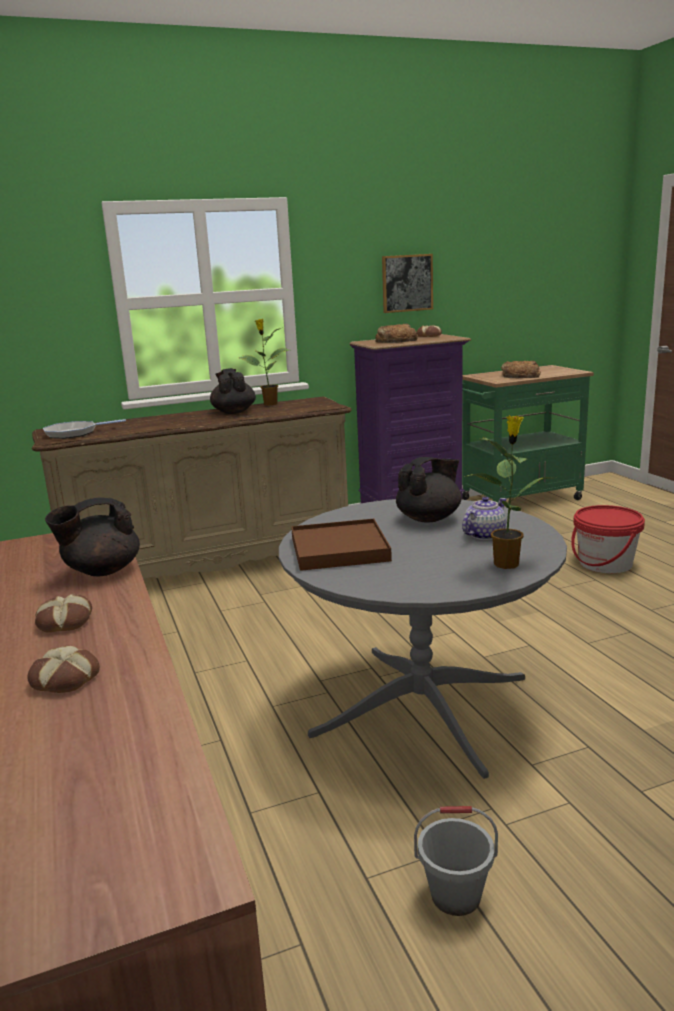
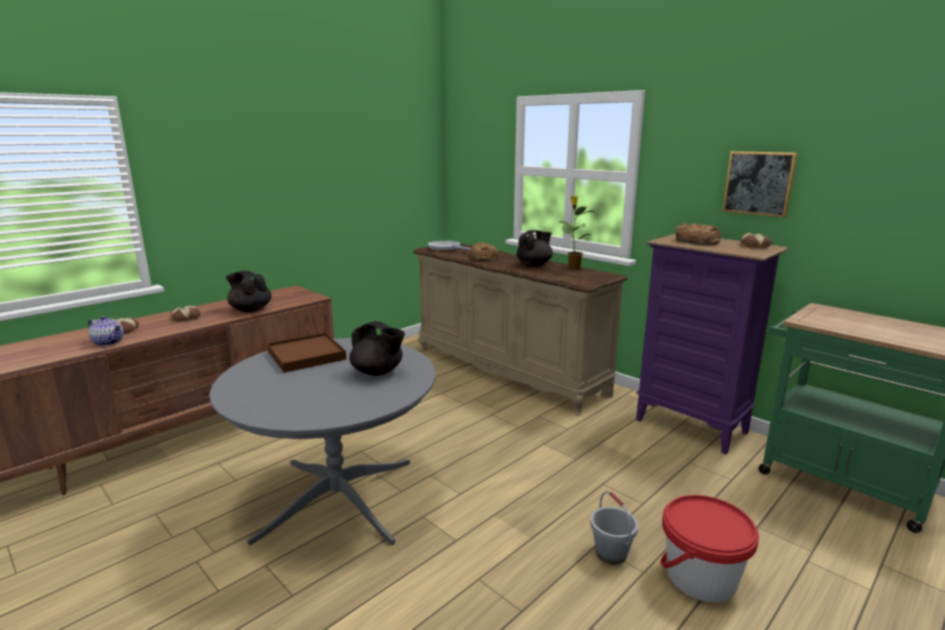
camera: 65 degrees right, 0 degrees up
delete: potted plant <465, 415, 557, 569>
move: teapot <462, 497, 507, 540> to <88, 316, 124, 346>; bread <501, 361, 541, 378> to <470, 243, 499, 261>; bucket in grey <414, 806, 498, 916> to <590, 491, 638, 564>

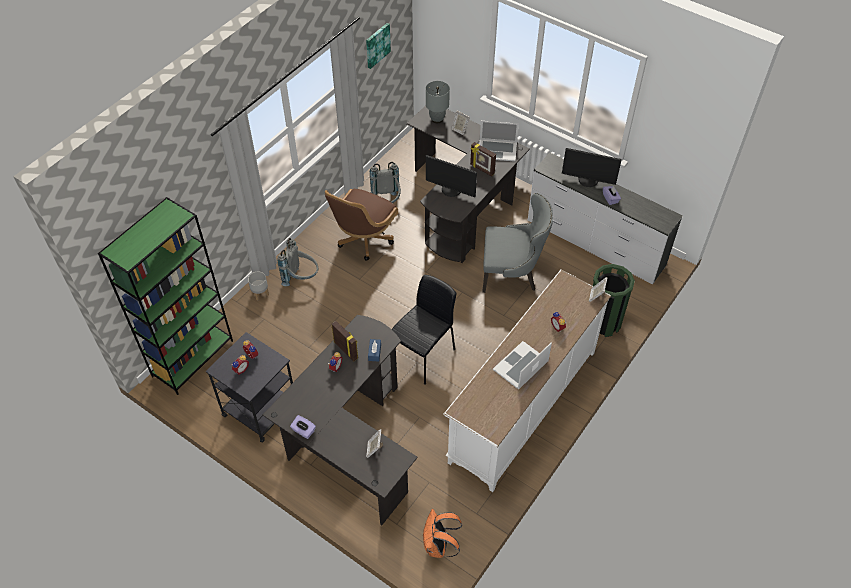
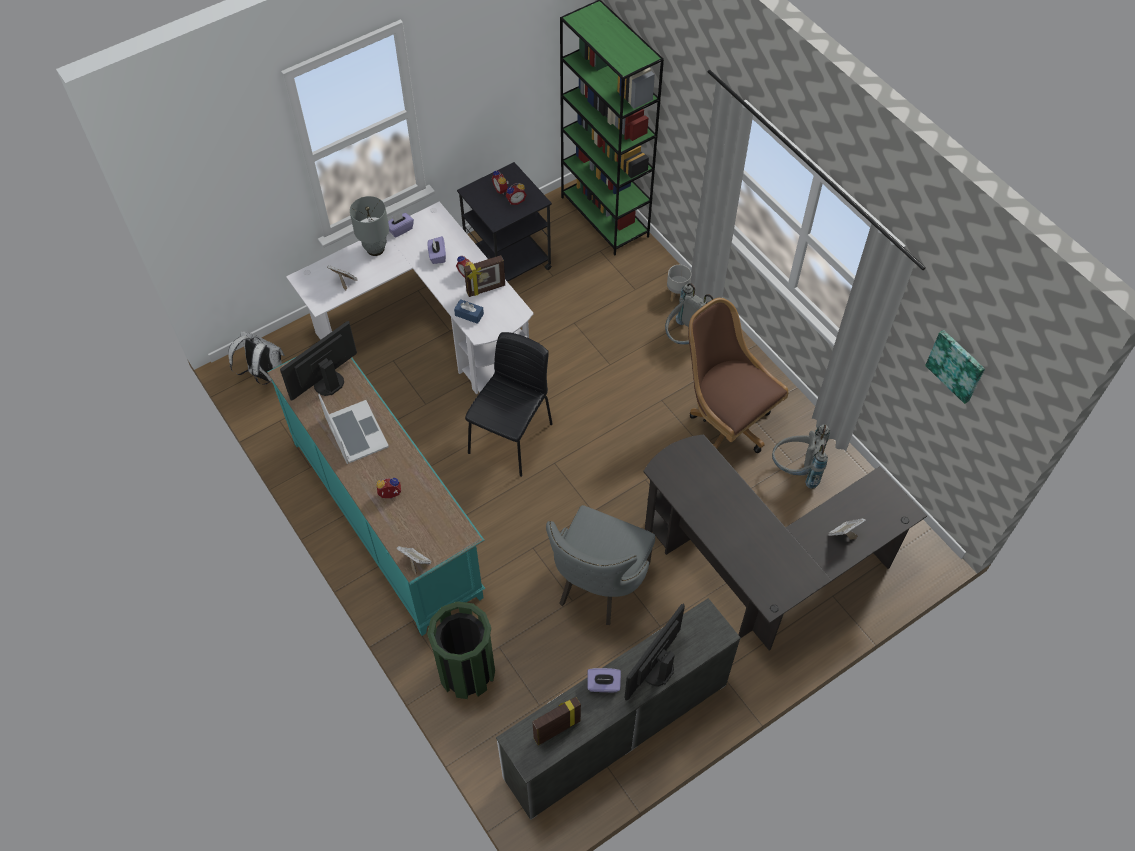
camera: 110 degrees right, 5 degrees up
delete: laptop <479, 121, 519, 162>
insert: tissue box in purple <428, 236, 446, 264>
move: monitor <426, 155, 477, 197> to <280, 321, 357, 401>; table lamp in grey <426, 81, 450, 123> to <350, 196, 389, 256>; picture frame <470, 142, 496, 177> to <532, 697, 581, 745>
recolor: backpack in orange <423, 509, 462, 558> to backpack in white <228, 331, 285, 385>; cabinet in white <443, 269, 611, 492> to cabinet in turquoise <267, 357, 485, 636>; desk in black <263, 315, 418, 525> to desk in white <286, 201, 534, 394>
rotate: chair in black <392, 275, 456, 385> = <465, 332, 553, 477> 120 degrees counterclockwise

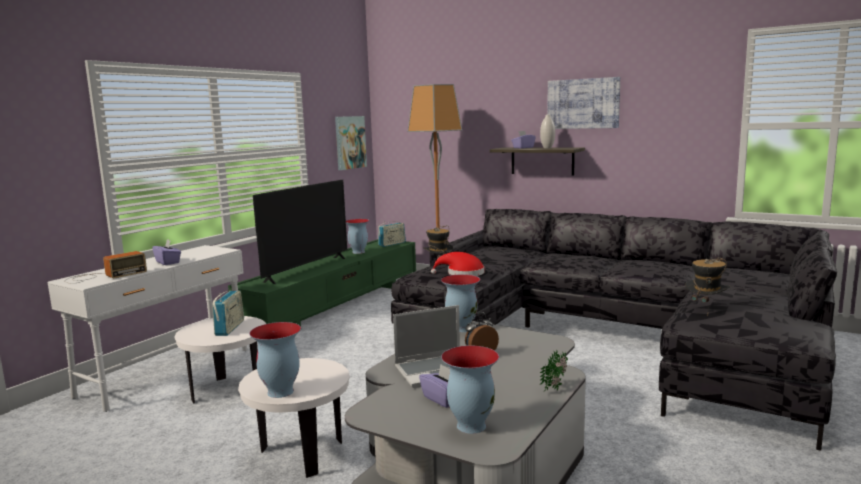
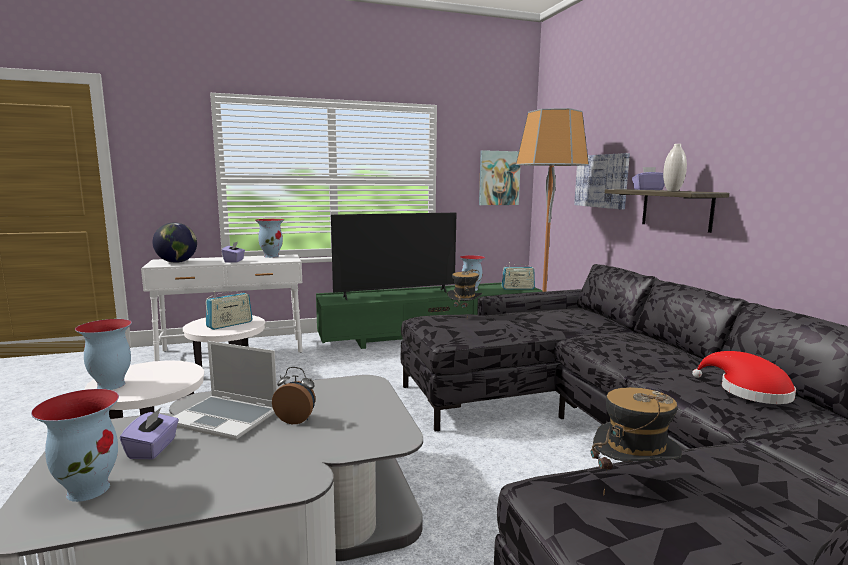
camera: 40 degrees right, 0 degrees up
delete: potted plant <540, 350, 568, 391>
move: vase <441, 274, 480, 332> to <255, 219, 284, 258>; picture <547, 77, 620, 129> to <574, 153, 630, 210>; hat in red <431, 252, 484, 276> to <692, 351, 796, 404>
replace: radio <64, 251, 147, 284> to globe <153, 223, 197, 263>

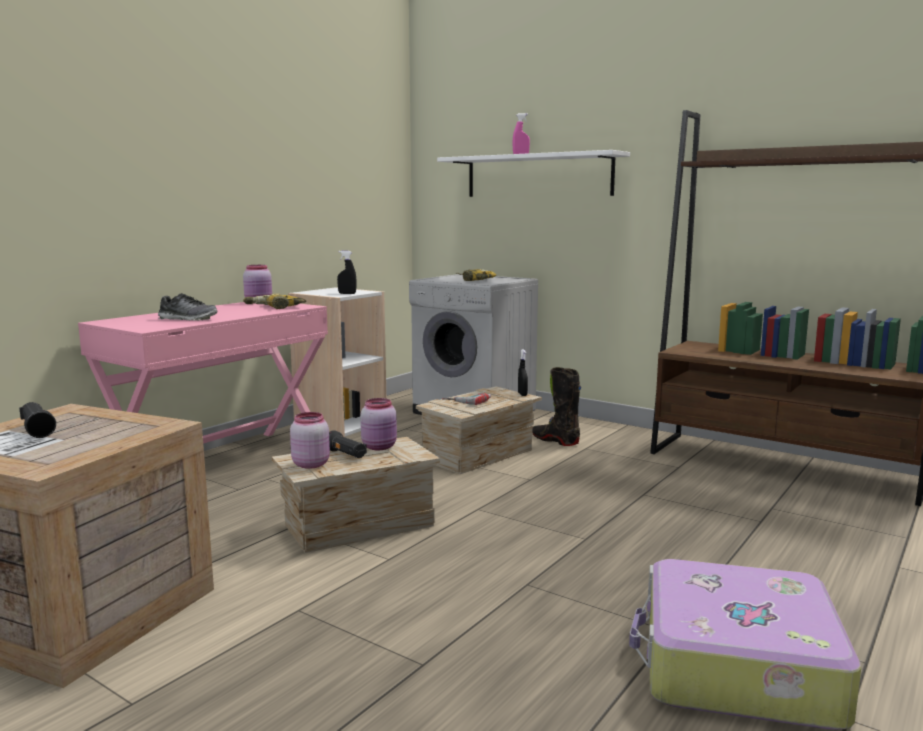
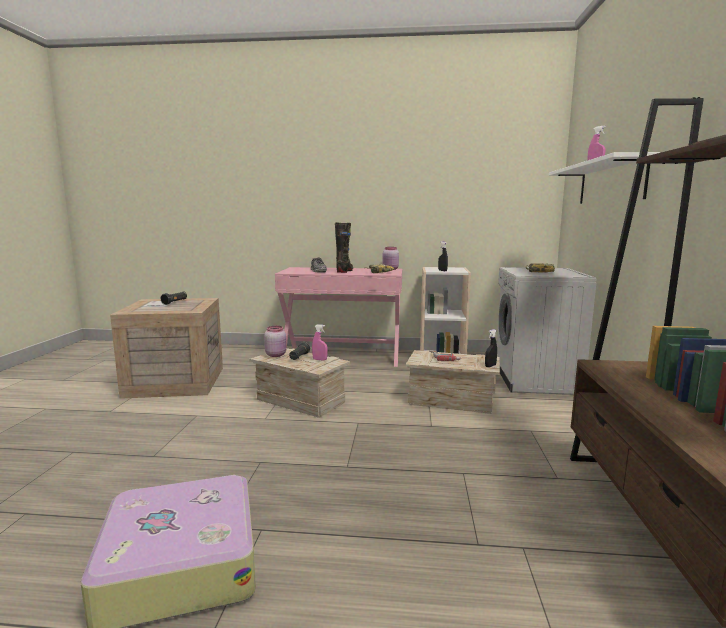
camera: 60 degrees right, 0 degrees up
move: boot in black <532, 367, 581, 446> to <335, 222, 353, 273>
replace: jar in pink <361, 398, 397, 450> to spray bottle in pink <312, 324, 328, 360>

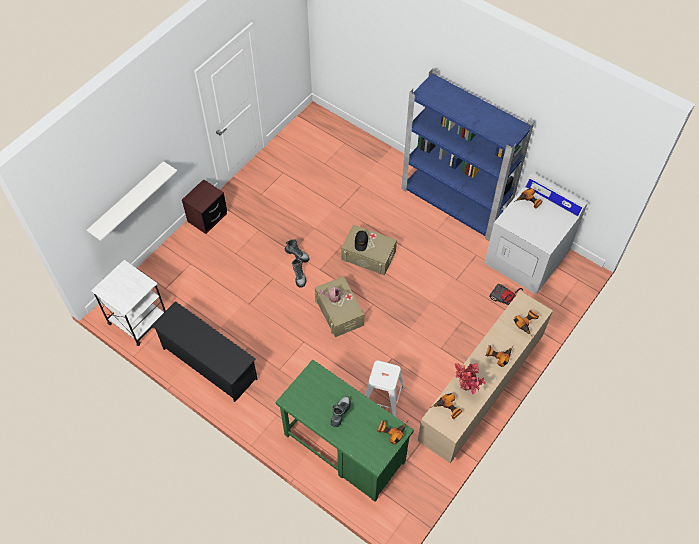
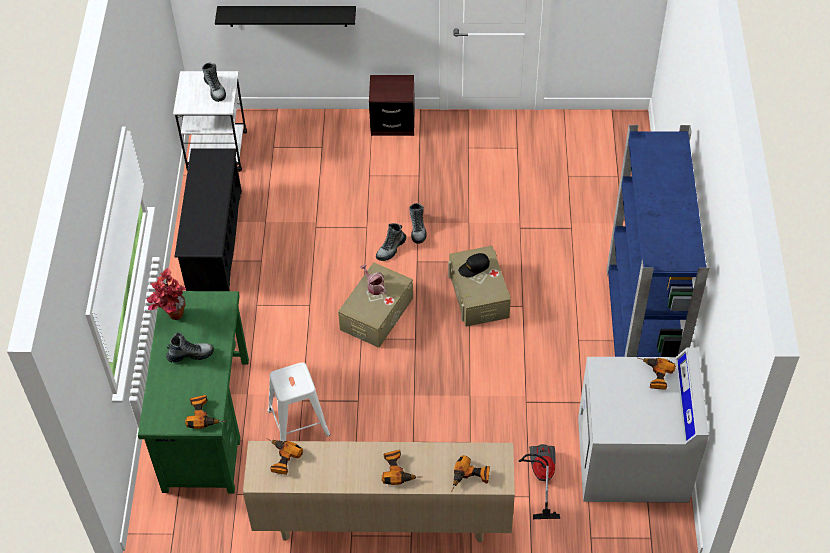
camera: 55 degrees right, 5 degrees down
insert: boot <202, 63, 226, 102>
move: potted plant <455, 363, 486, 394> to <146, 268, 186, 320>
recolor: shelf in white <87, 161, 177, 241> to shelf in black <215, 6, 356, 27>

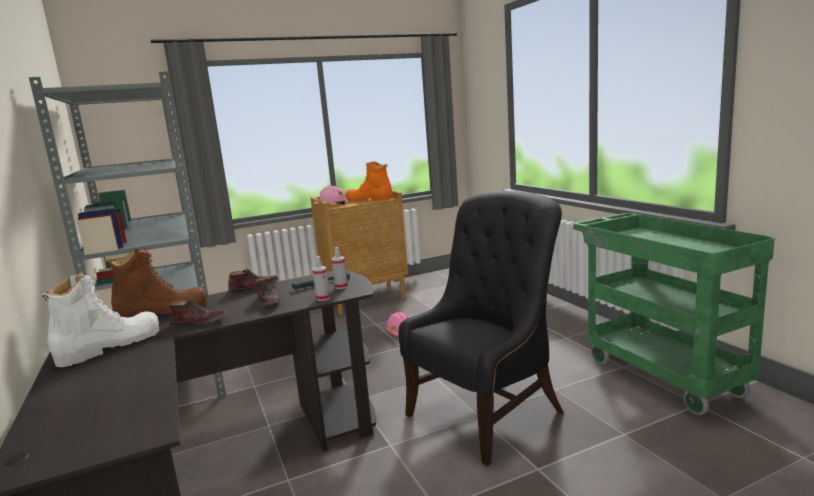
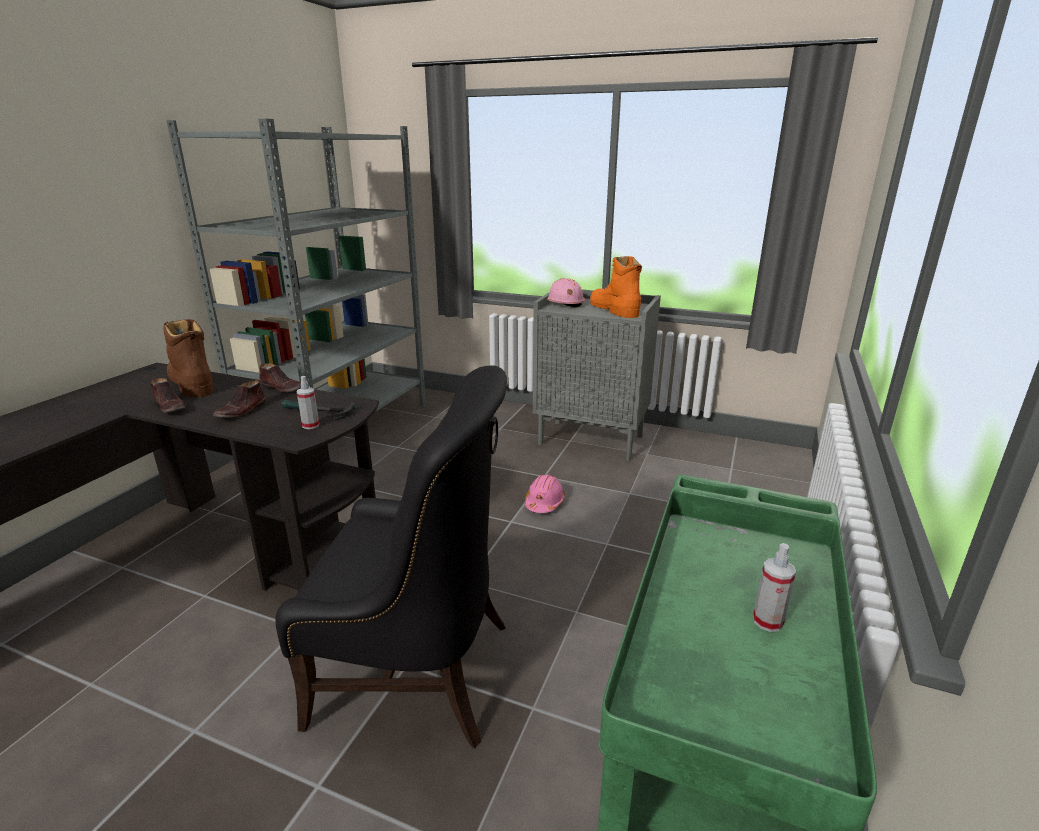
camera: 45 degrees right, 10 degrees up
delete: boot in white <42, 274, 159, 367>
move: spray bottle <312, 256, 330, 301> to <753, 543, 796, 632>
recolor: cabinet in brown <311, 190, 408, 315> to cabinet in grey <533, 289, 661, 461>
rotate: boot in brown <107, 249, 208, 317> = <163, 319, 214, 397> 150 degrees counterclockwise

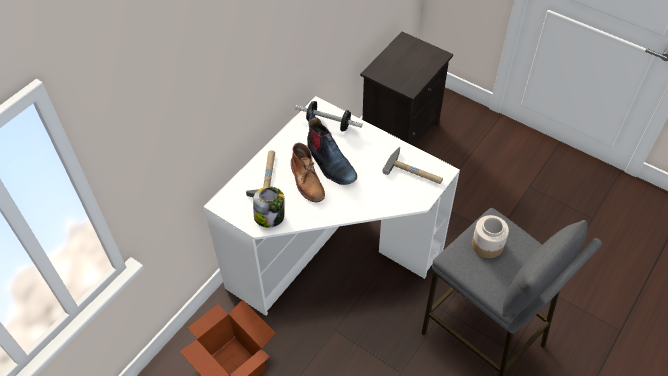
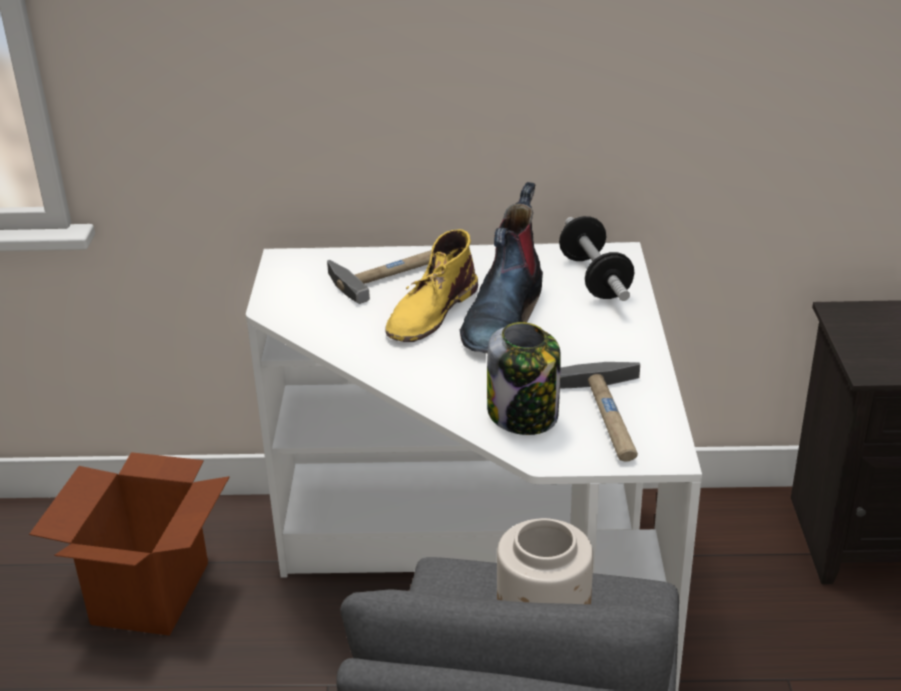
camera: 55 degrees right, 20 degrees down
move: jar <253, 186, 285, 228> to <487, 322, 561, 435>
recolor: boot in brown <291, 142, 325, 202> to boot in yellow <385, 229, 478, 342>

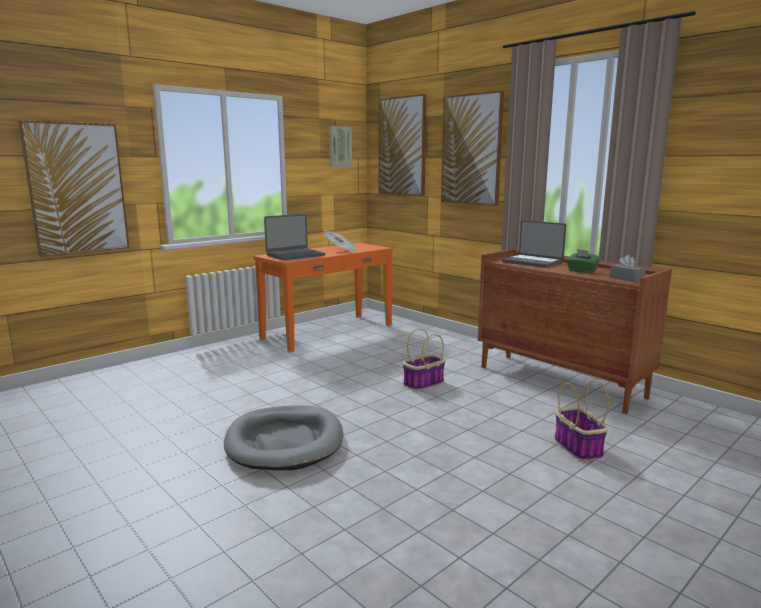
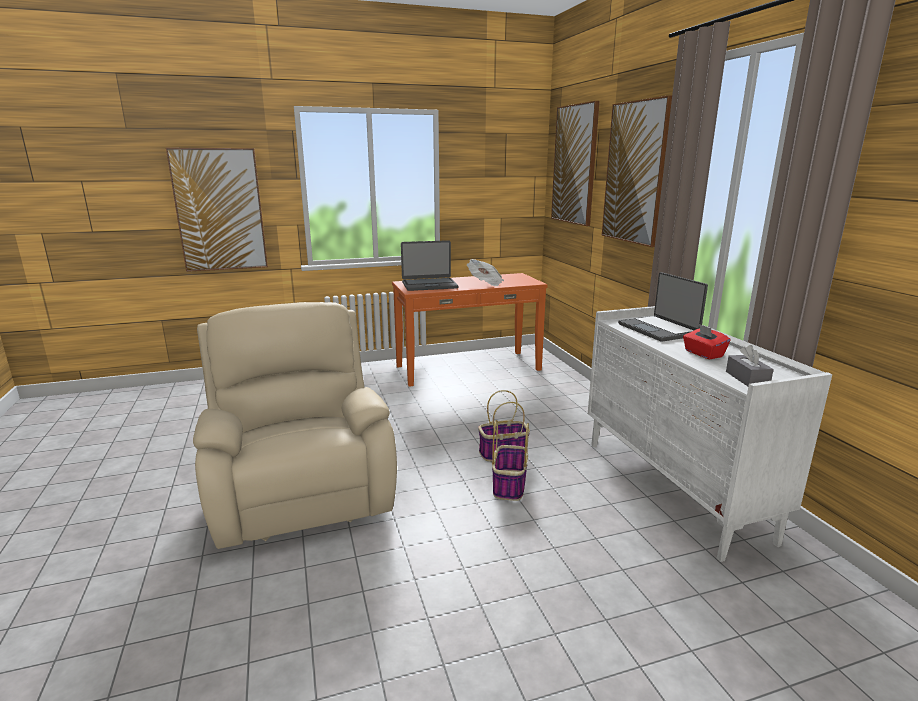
camera: 25 degrees right, 5 degrees up
delete: picture <329, 126, 352, 167>
move: basket <555, 380, 609, 461> to <492, 420, 529, 501>
replace: dog bed in grey <224, 405, 343, 470> to armchair in beige <193, 302, 397, 549>
recolor: cabinet in brown <478, 249, 672, 414> to cabinet in white <588, 306, 832, 562>; tissue box in green <567, 249, 600, 273> to tissue box in red <683, 324, 731, 360>

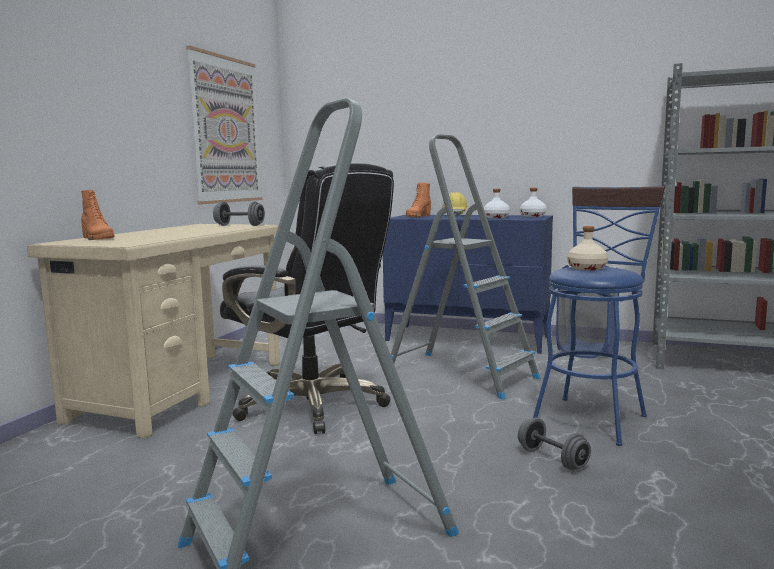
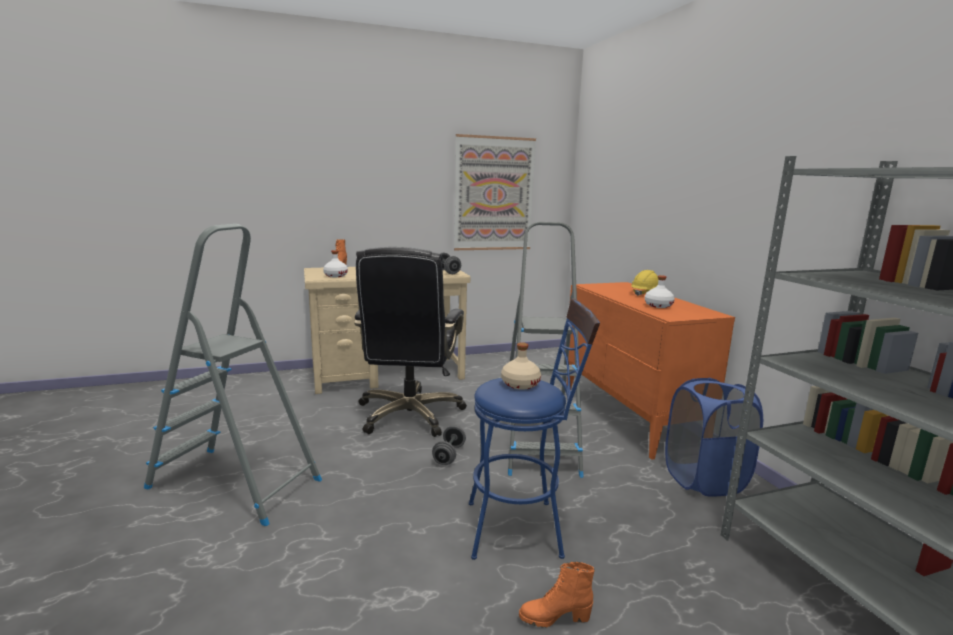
camera: 50 degrees right, 5 degrees up
move: bottle in white <520, 188, 547, 217> to <323, 250, 348, 277>; dumbbell in grey <518, 418, 591, 470> to <432, 426, 466, 465>; boot in orange <406, 183, 431, 217> to <519, 562, 595, 628>
recolor: cabinet in blue <383, 215, 553, 354> to cabinet in orange <567, 282, 735, 460>

